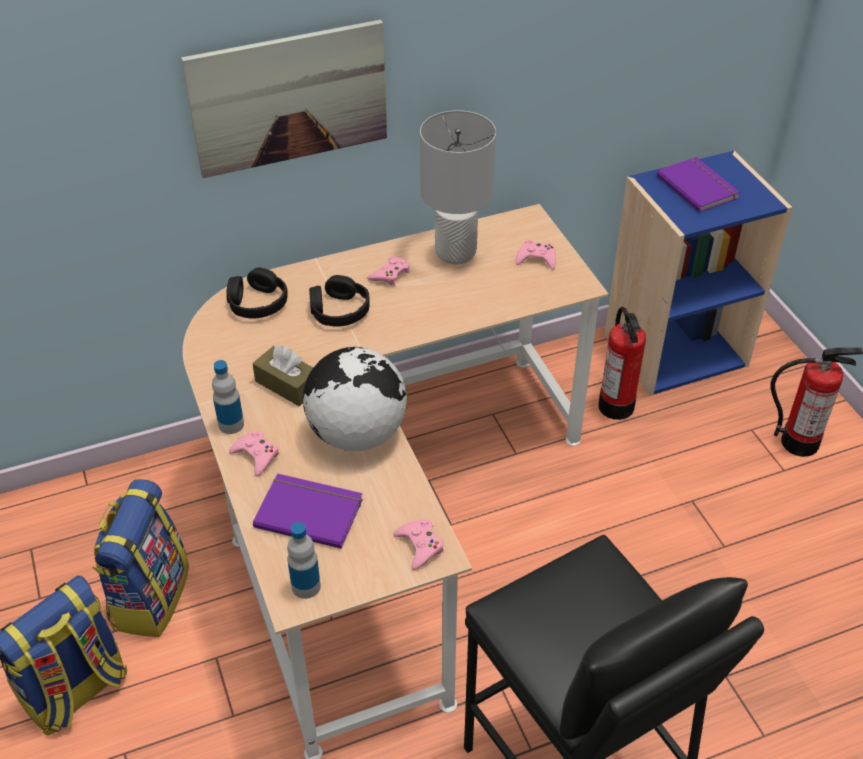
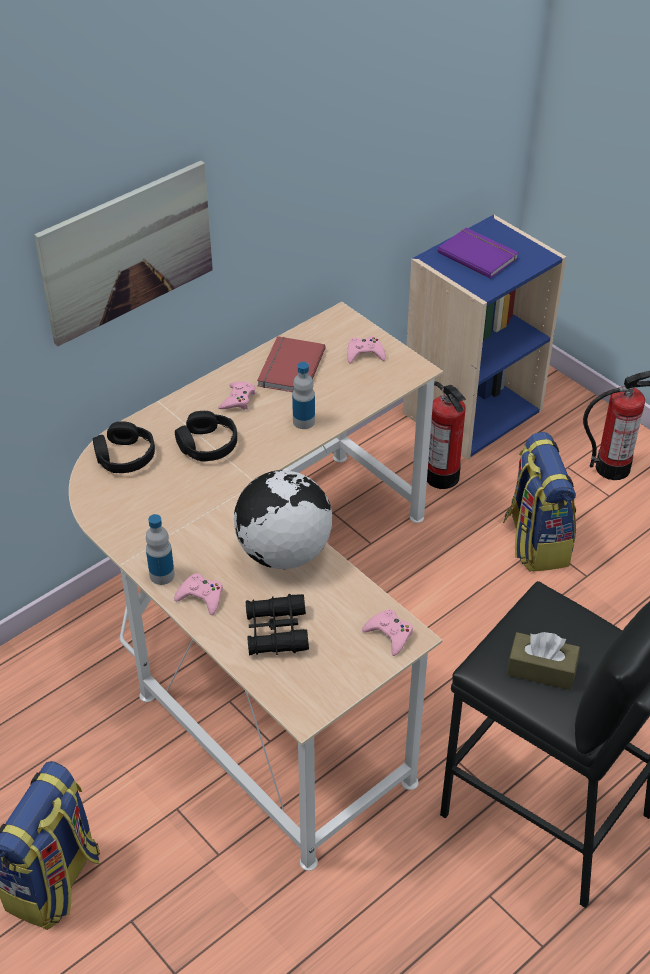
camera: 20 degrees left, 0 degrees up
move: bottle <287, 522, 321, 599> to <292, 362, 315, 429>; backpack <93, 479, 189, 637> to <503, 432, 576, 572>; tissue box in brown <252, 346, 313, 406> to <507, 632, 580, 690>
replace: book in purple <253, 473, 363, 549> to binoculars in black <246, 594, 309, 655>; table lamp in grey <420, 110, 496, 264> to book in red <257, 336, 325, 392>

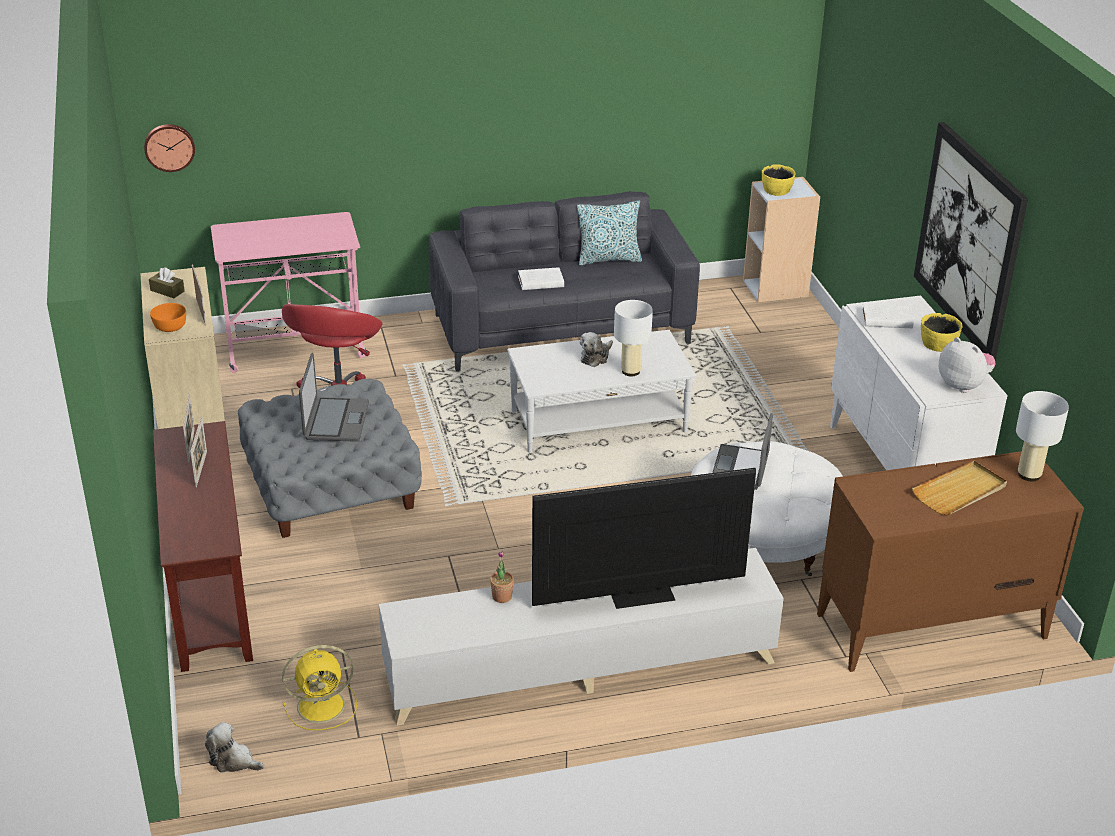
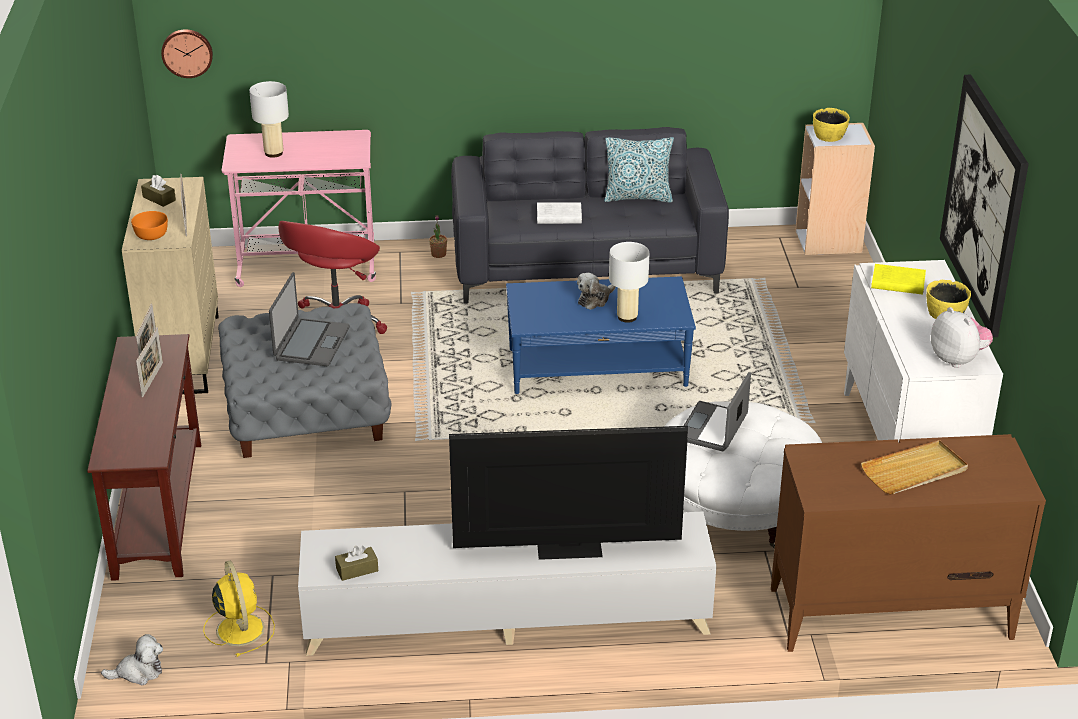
camera: 10 degrees right, 0 degrees up
insert: tissue box in brown <335, 546, 378, 581>
move: table lamp in white <1016, 391, 1069, 482> to <249, 81, 289, 158>; potted plant <490, 550, 514, 603> to <429, 215, 447, 258>
recolor: coffee table in white <507, 330, 696, 453> to coffee table in blue <506, 276, 696, 394>; book in white <862, 303, 914, 328> to book in yellow <871, 264, 926, 295>
rotate: plush toy <205, 722, 264, 773> = <101, 634, 163, 685> 135 degrees clockwise; fan in yellow <282, 645, 357, 730> = <203, 560, 275, 657> 105 degrees counterclockwise

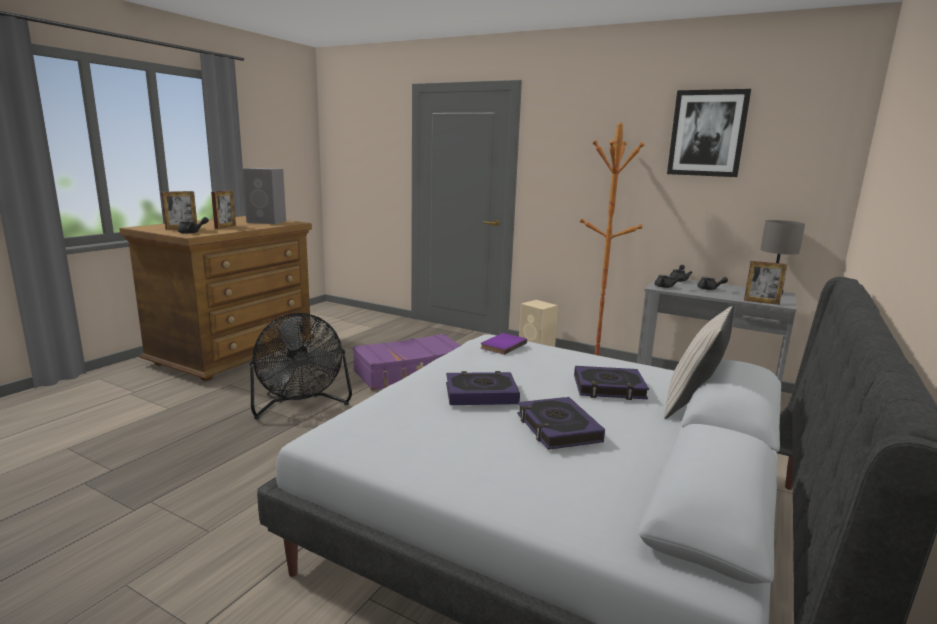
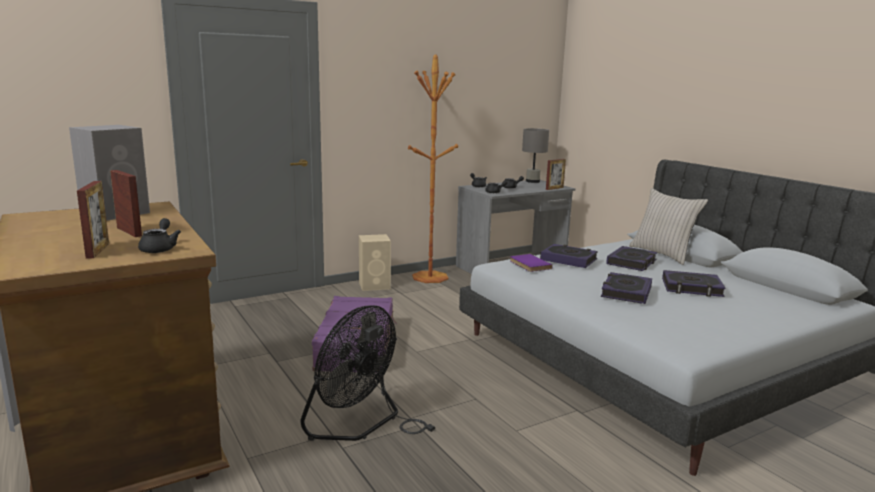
camera: 60 degrees left, 0 degrees up
delete: picture <667, 89, 751, 177>
insert: book <540, 244, 598, 268>
rotate: fan in black <249, 313, 352, 419> = <301, 305, 435, 441> 150 degrees counterclockwise

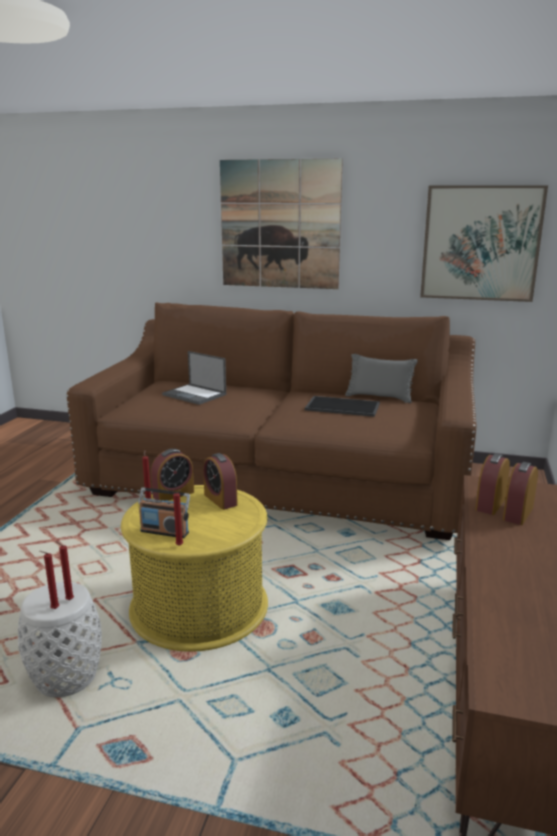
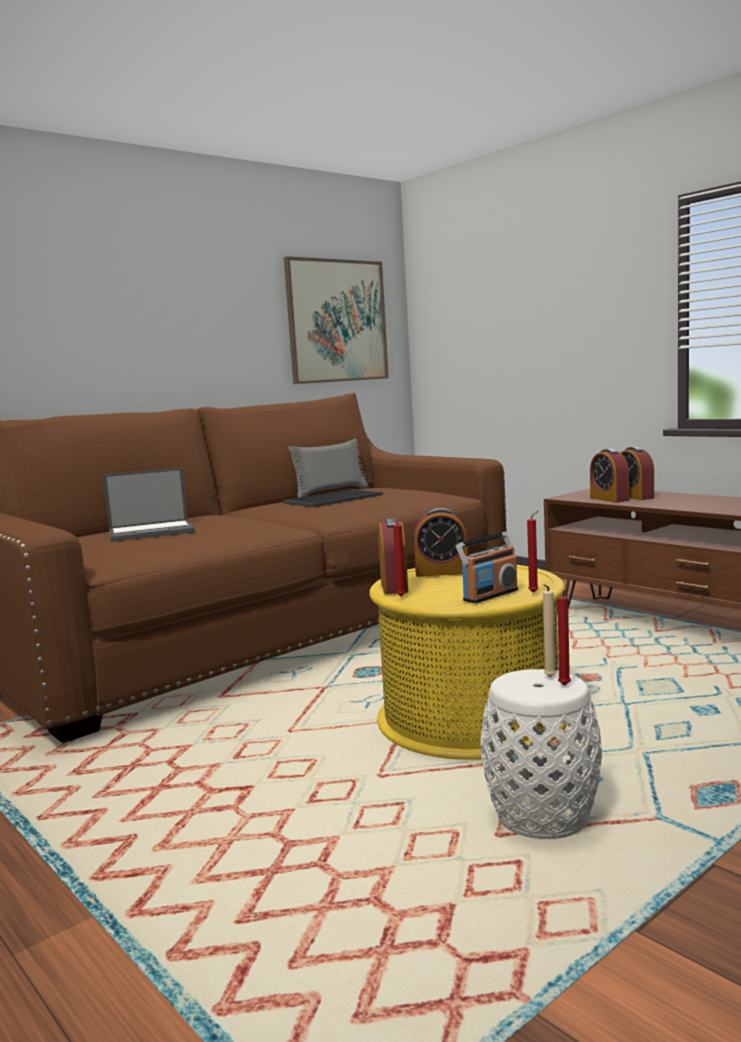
camera: 55 degrees left, 10 degrees down
delete: picture <220, 159, 343, 289>
recolor: candle in red <55, 541, 74, 600> to candle in beige <543, 584, 556, 677>

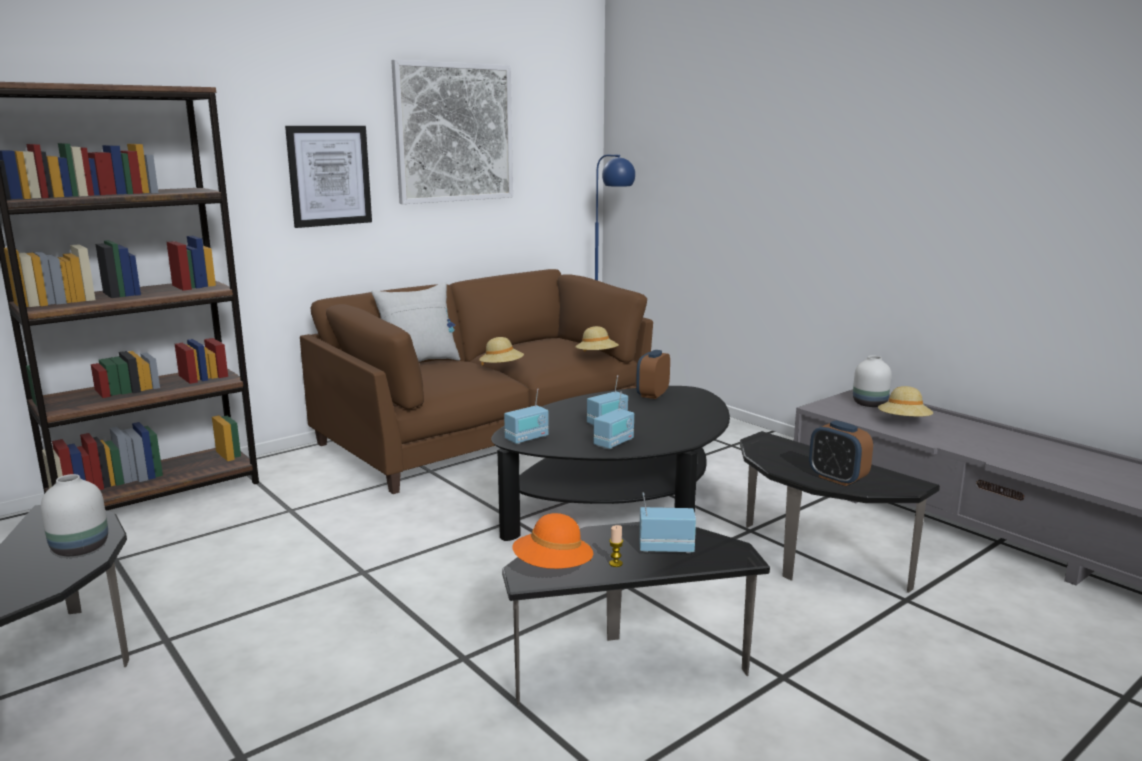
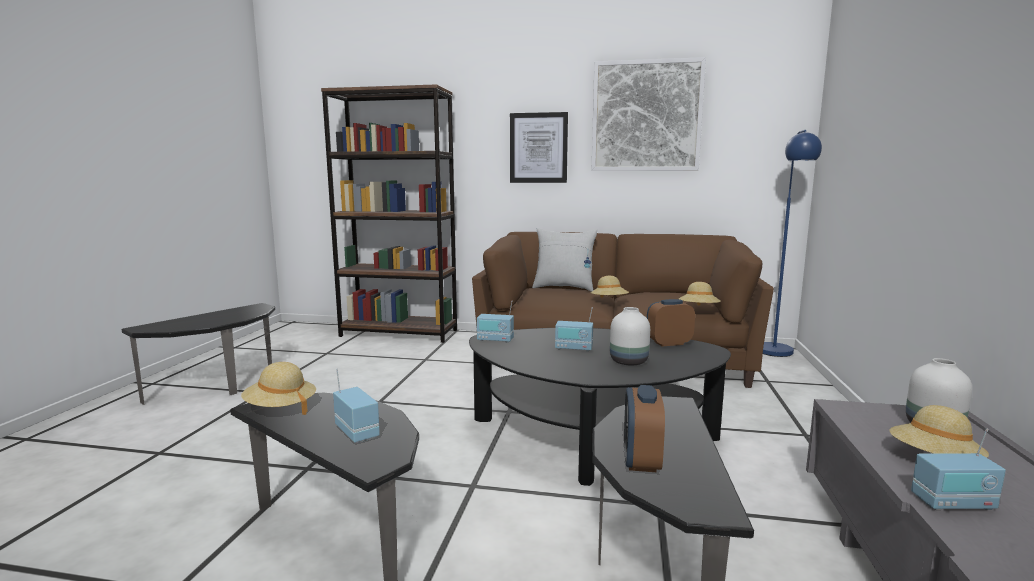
camera: 50 degrees right, 5 degrees down
delete: candle <609, 525, 623, 567>
move: vase in white <41, 474, 108, 556> to <610, 307, 650, 365>; radio <594, 392, 634, 449> to <911, 428, 1006, 510>
recolor: hat in orange <512, 513, 593, 569> to hat in beige <241, 362, 316, 415>

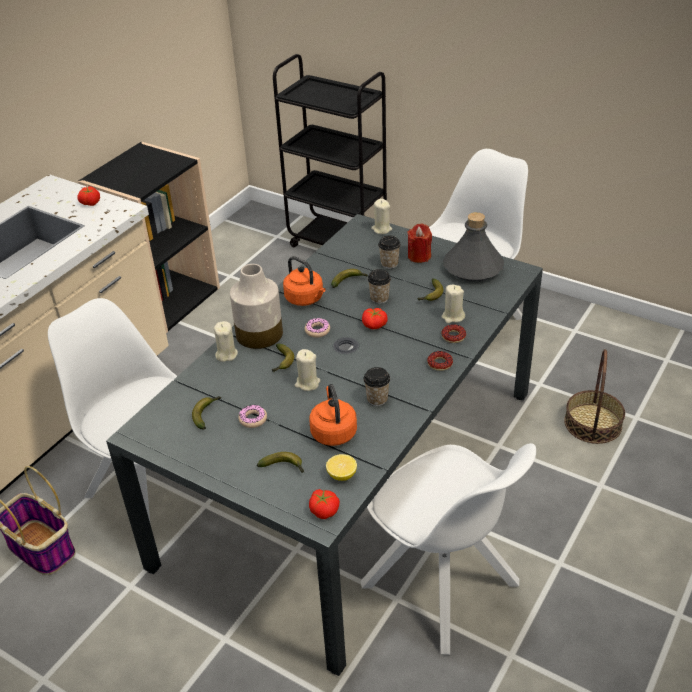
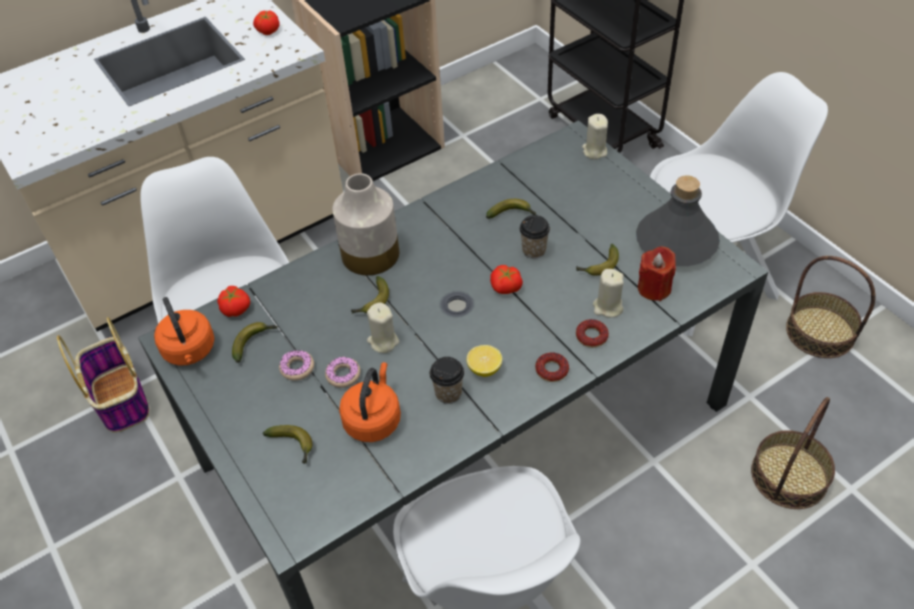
camera: 25 degrees right, 10 degrees up
delete: candle in beige <214, 321, 238, 362>; cup <378, 236, 401, 269>
insert: basket <786, 256, 875, 358>
move: kettle in orange <283, 256, 326, 306> to <154, 297, 215, 365>; tomato <309, 489, 340, 519> to <217, 286, 250, 317>; donut <305, 318, 330, 338> to <325, 357, 361, 388>; lemon <326, 454, 357, 481> to <467, 345, 502, 377>; candle in red <407, 224, 432, 263> to <638, 246, 676, 301>

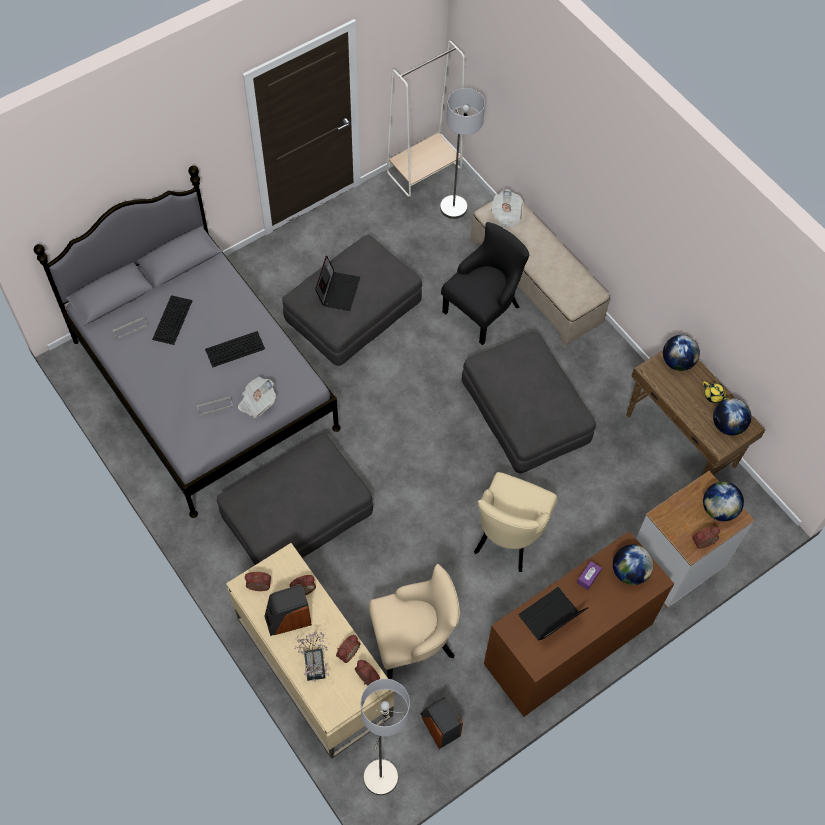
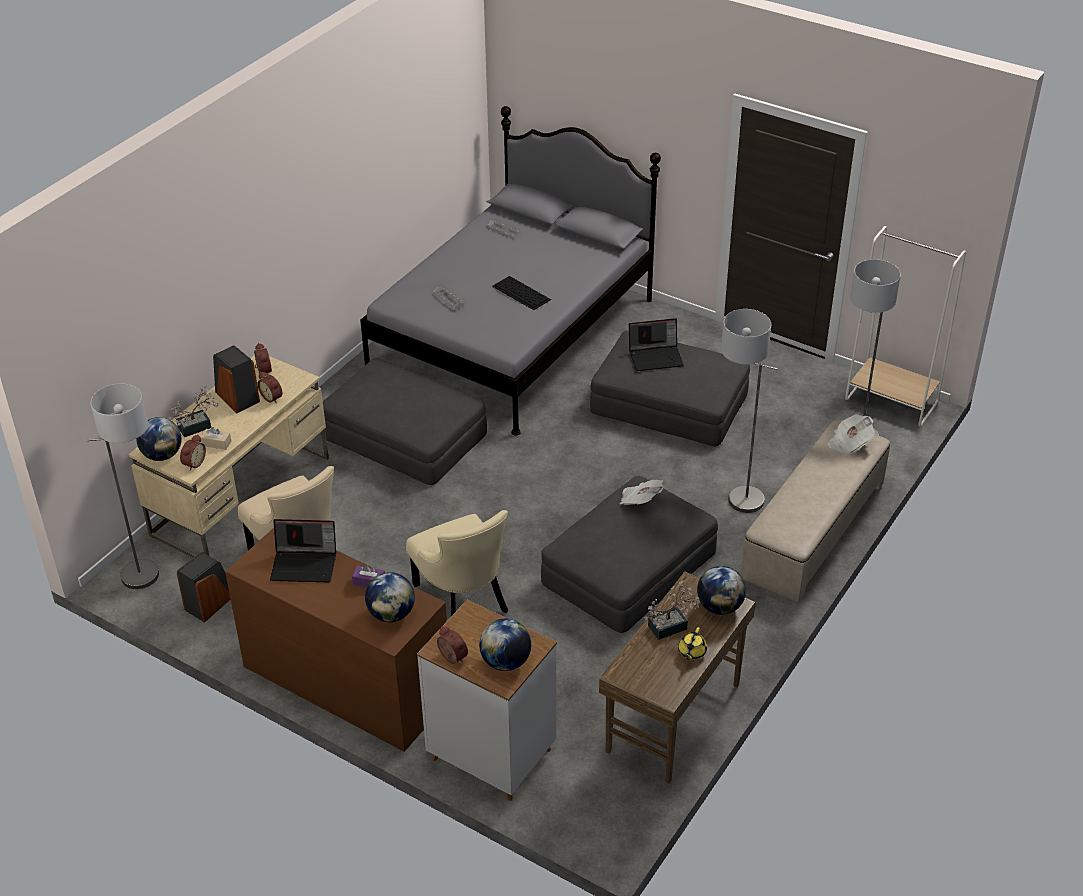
camera: 70 degrees right, 20 degrees down
delete: keyboard <152, 295, 193, 345>
insert: potted plant <644, 581, 700, 640>
move: globe <713, 398, 751, 435> to <137, 417, 181, 461>; newspaper <238, 377, 276, 418> to <620, 480, 663, 505>
replace: alarm clock <336, 635, 360, 663> to tissue box in beige <201, 427, 231, 450>; chair in black <441, 222, 530, 345> to floor lamp in grey <721, 309, 778, 513>
rotate: laptop <518, 587, 588, 640> = <270, 519, 336, 582> 150 degrees clockwise; chair in beige <474, 472, 557, 572> = <406, 510, 508, 616> 120 degrees counterclockwise

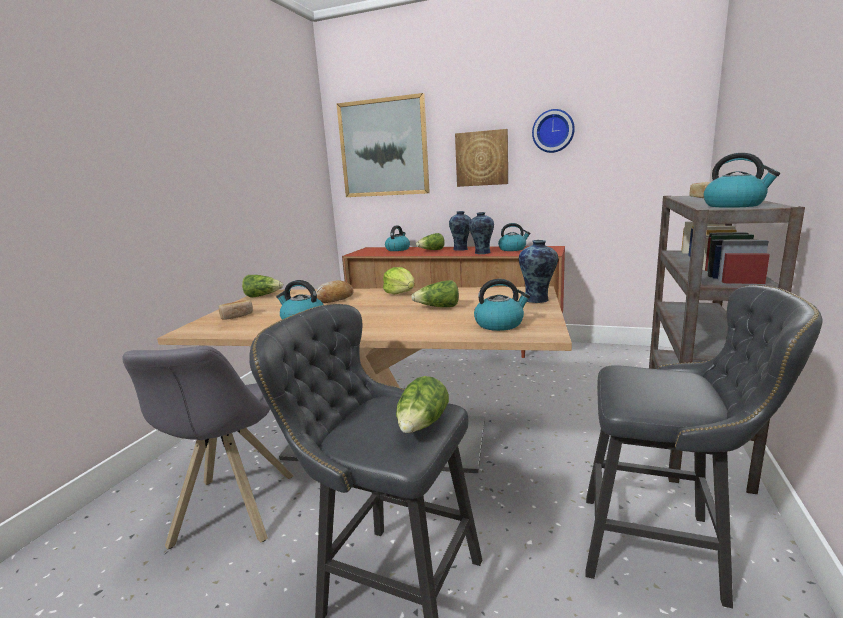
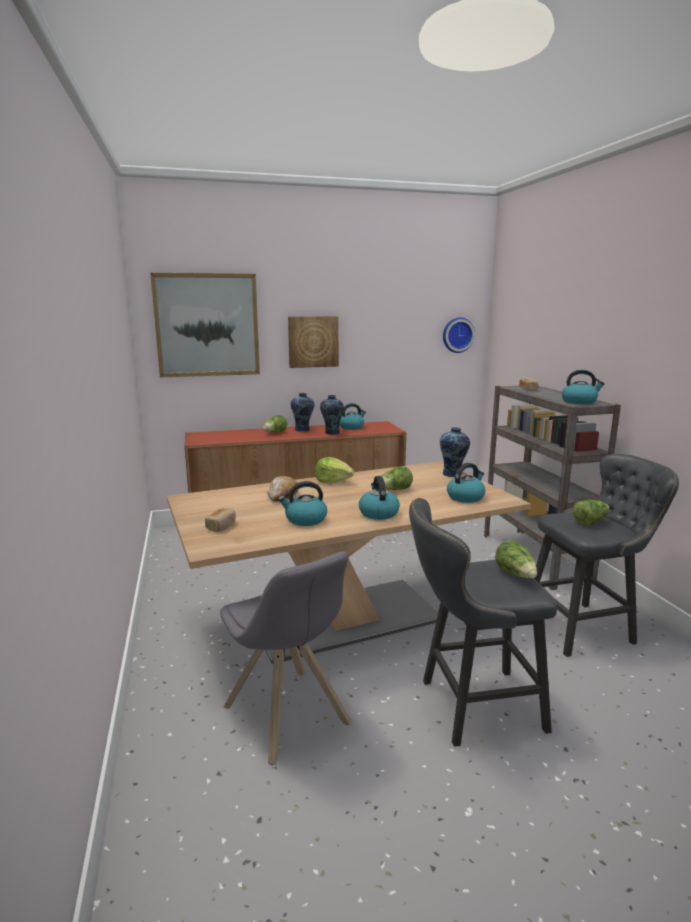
camera: 35 degrees left, 0 degrees up
move: kettle <385, 226, 410, 251> to <359, 476, 400, 520>; wall clock <532, 109, 575, 153> to <443, 317, 475, 353>; lettuce <242, 275, 283, 297> to <572, 500, 609, 526>

